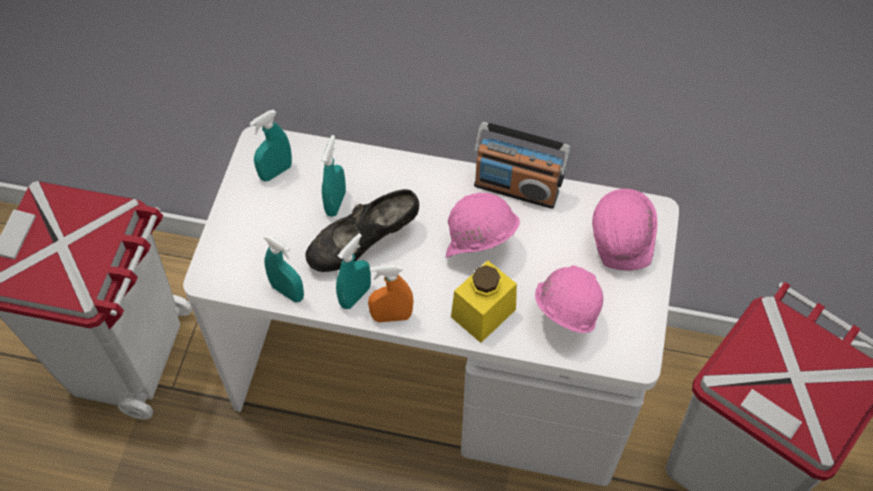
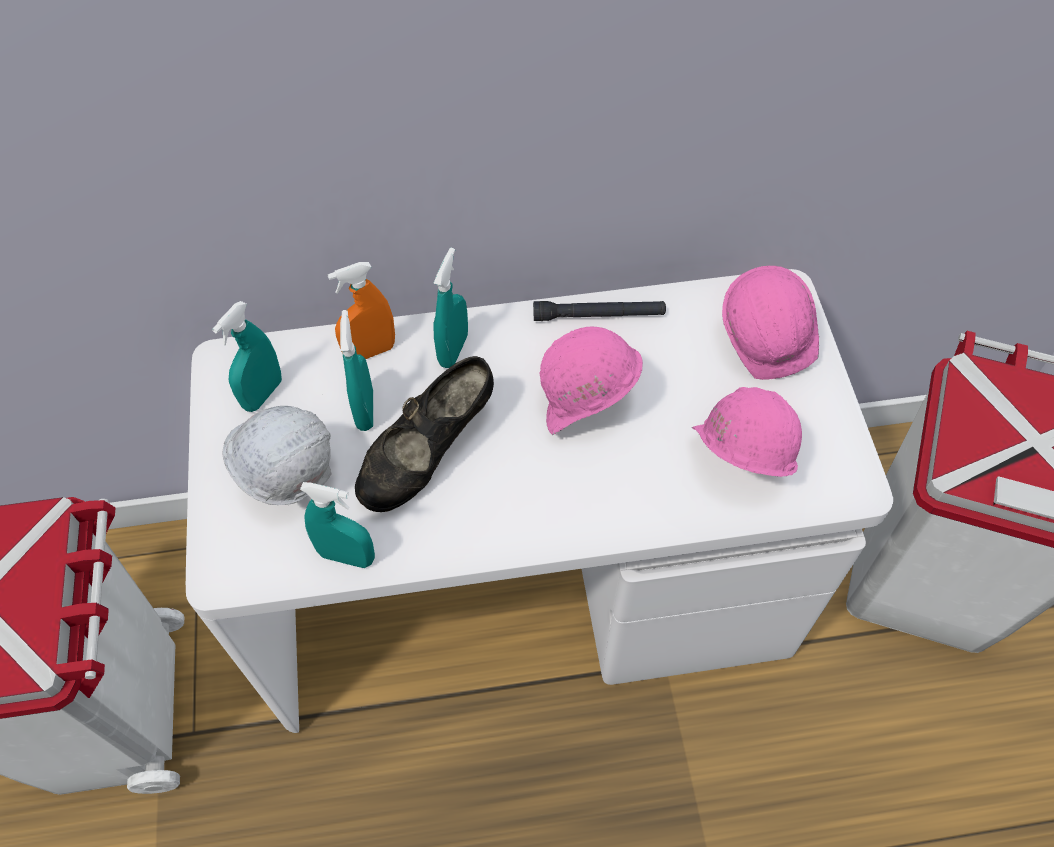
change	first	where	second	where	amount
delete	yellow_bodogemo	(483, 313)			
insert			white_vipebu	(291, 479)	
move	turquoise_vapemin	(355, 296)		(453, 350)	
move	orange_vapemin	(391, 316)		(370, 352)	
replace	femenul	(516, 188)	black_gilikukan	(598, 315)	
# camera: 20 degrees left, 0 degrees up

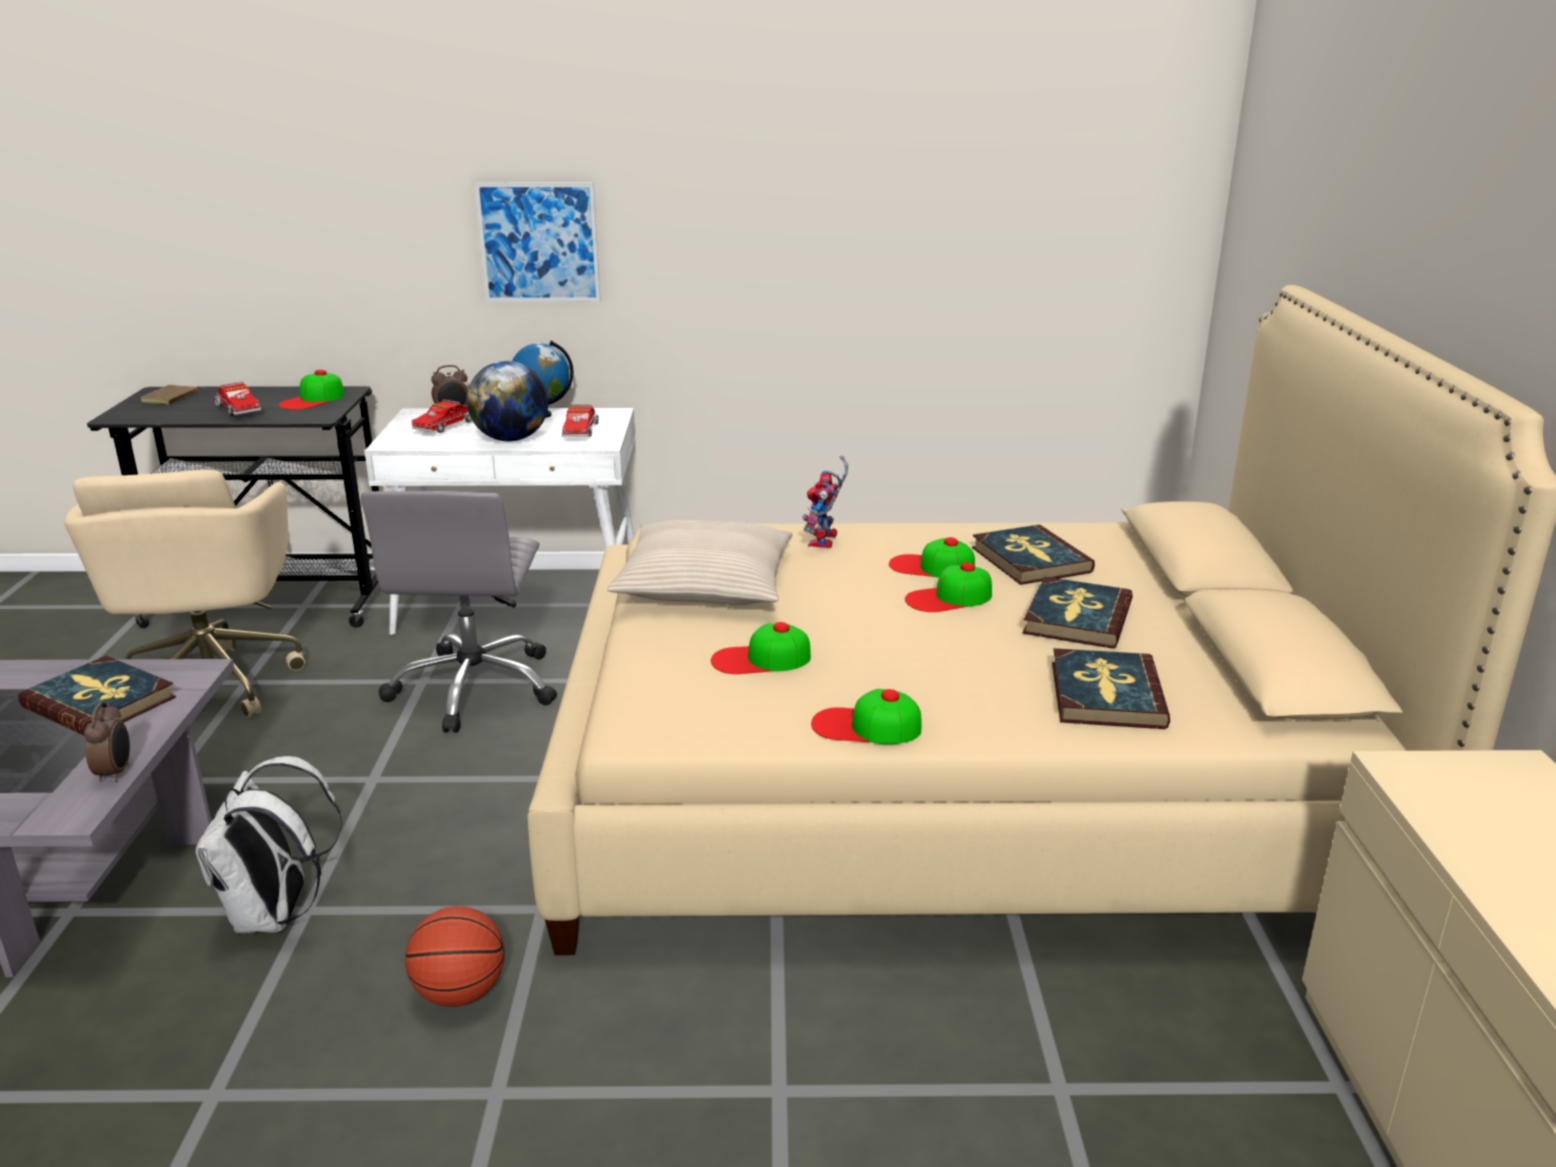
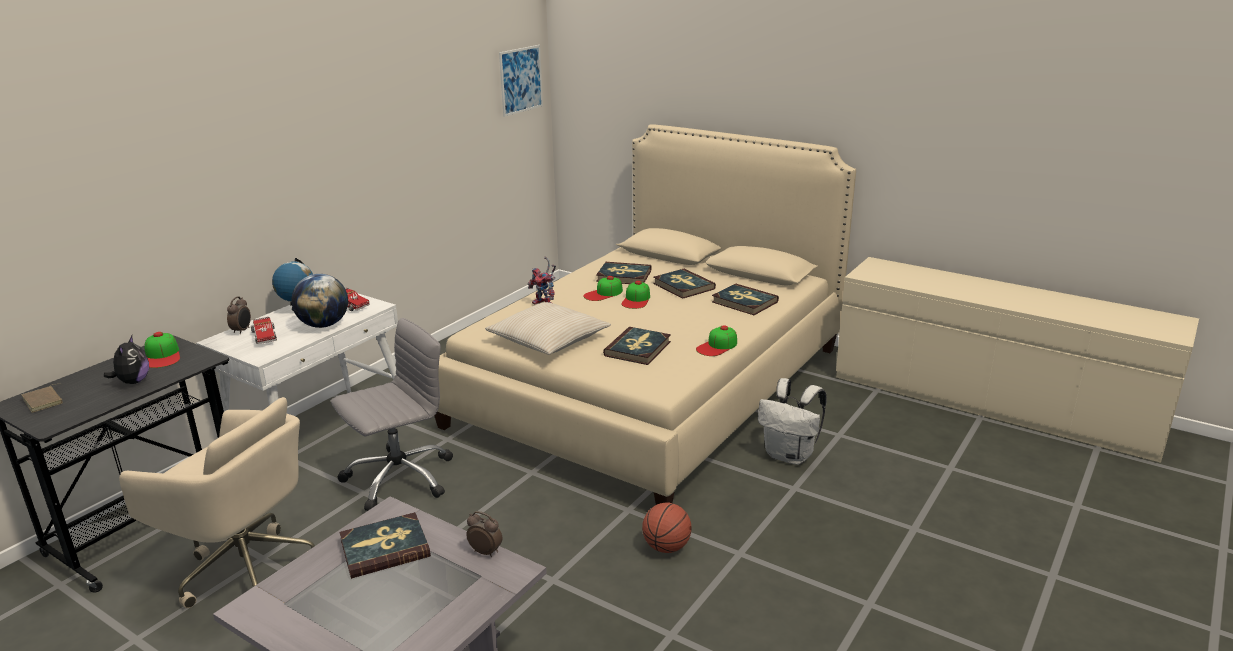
change	first	where	second	where	amount
move	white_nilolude	(276, 915)		(790, 455)	
move	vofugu	(539, 242)		(521, 80)	
replace	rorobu	(238, 410)	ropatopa	(133, 382)	
replace	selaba	(760, 659)	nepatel	(638, 349)	
rotate	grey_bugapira	(475, 688)		(399, 477)	75 degrees counterclockwise
# camera: 55 degrees left, 0 degrees up

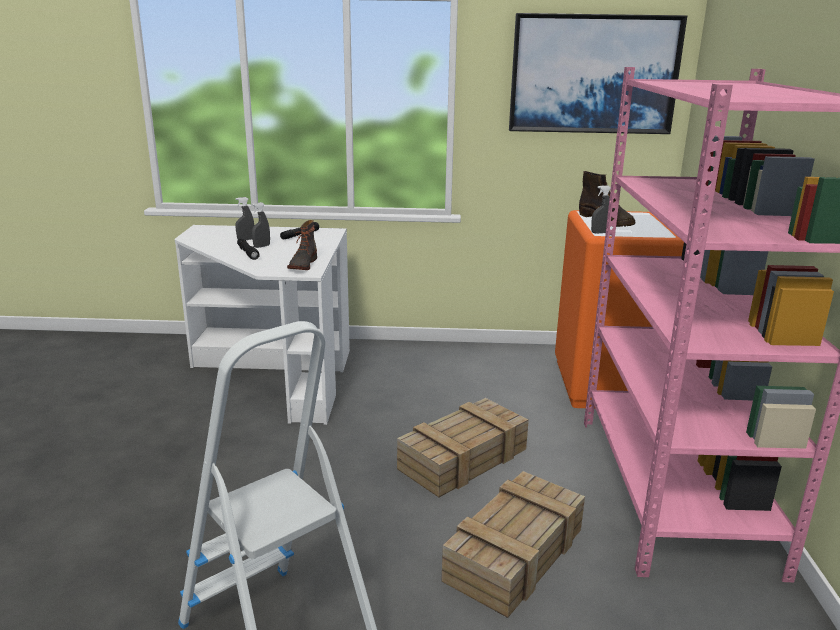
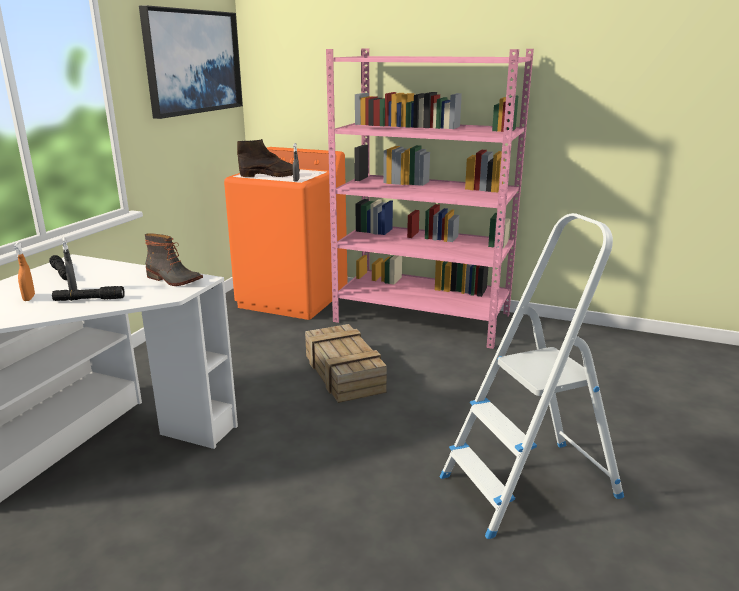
change	first	where	second	where	amount
delete	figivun	(514, 556)			
recolor	grey_vapemin	(246, 239)	orange_vapemin	(29, 298)	
# camera: 70 degrees left, 0 degrees up

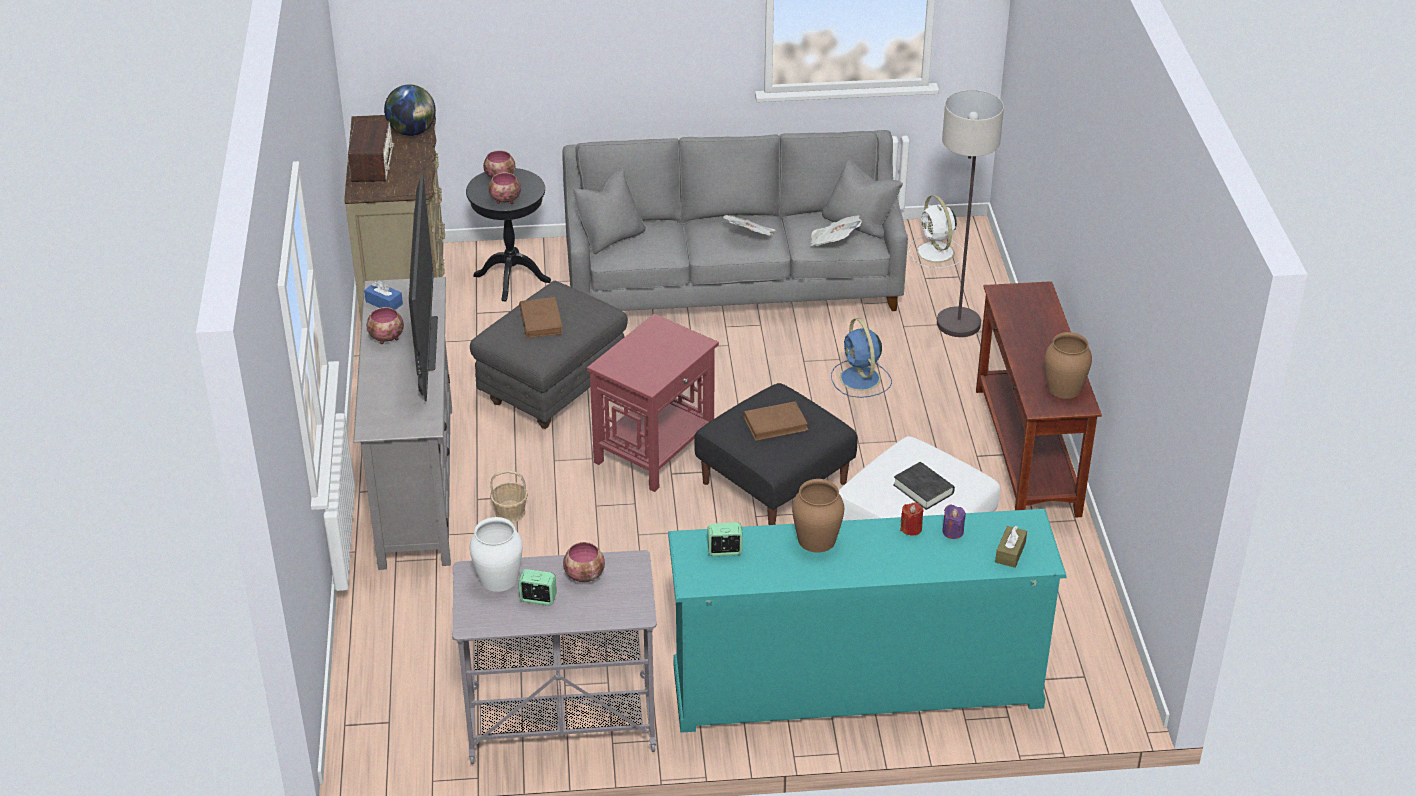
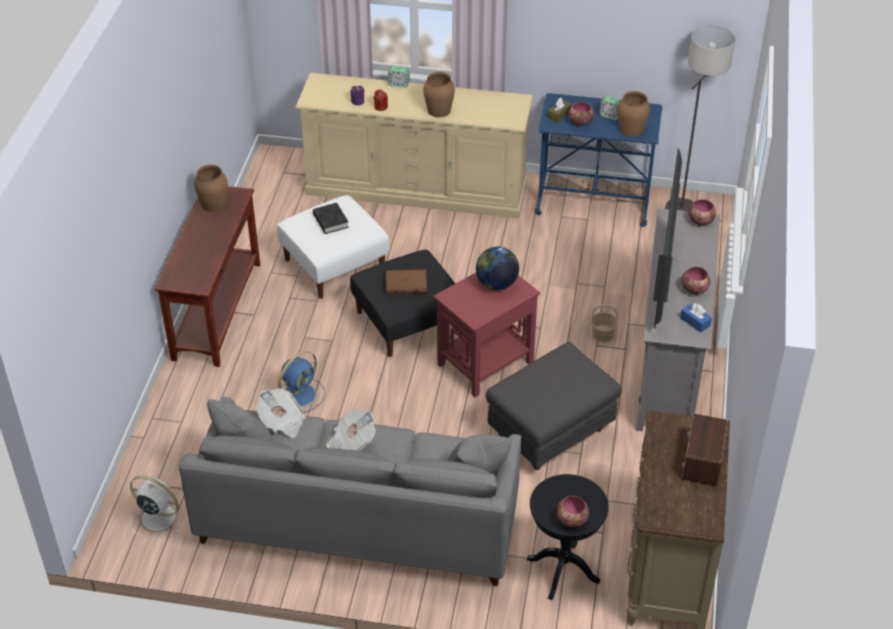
change	first	where	second	where	amount
delete	brown_nepatel	(541, 320)			
move	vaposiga	(412, 132)		(496, 284)	
move	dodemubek	(505, 200)		(701, 221)	
move	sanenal	(724, 551)		(398, 84)	
move	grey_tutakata	(955, 331)		(686, 206)	
move	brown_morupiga	(1010, 553)		(559, 115)	
recolor	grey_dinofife	(561, 720)	blue_dinofife	(593, 201)	
recolor	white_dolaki	(499, 578)	brown_dolaki	(631, 129)	
recolor	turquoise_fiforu	(855, 686)	beige_fiforu	(417, 189)	
rotate	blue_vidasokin	(860, 379)		(301, 394)	45 degrees clockwise
rotate	white_vidasokin	(936, 253)		(157, 517)	60 degrees counterclockwise
# camera: 165 degrees left, 5 degrees up

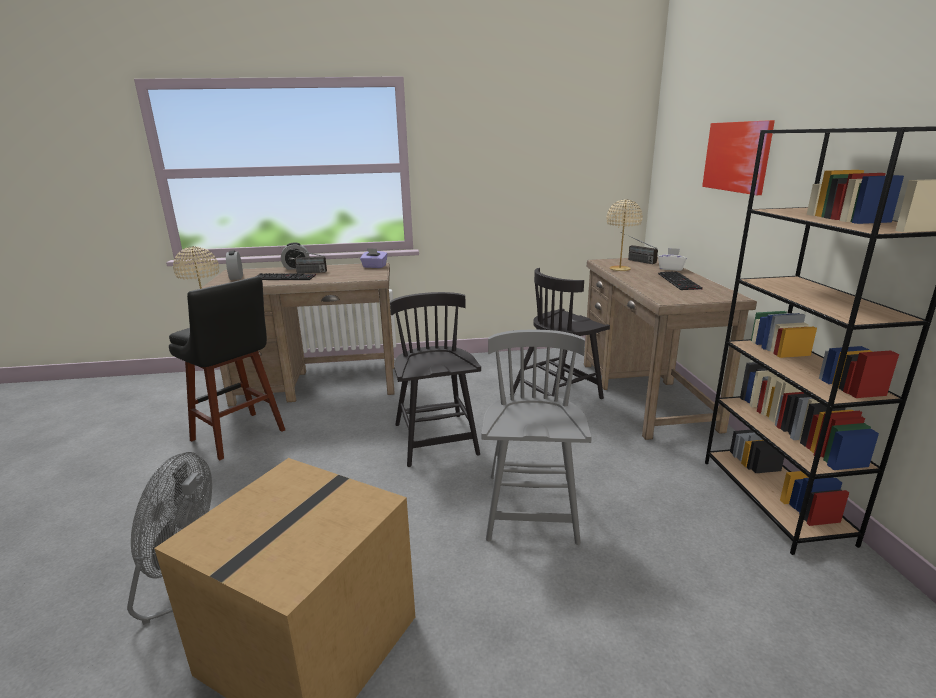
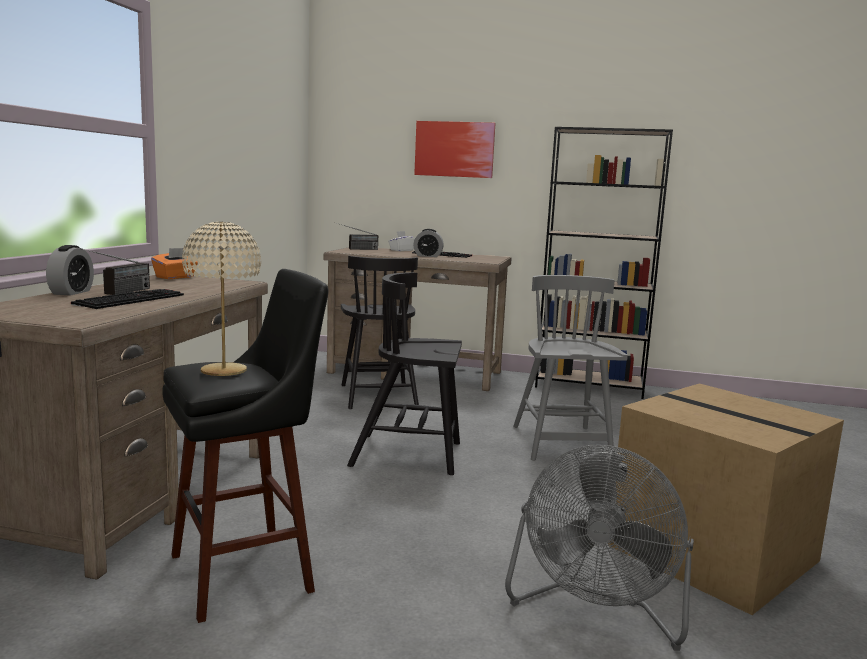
change	first	where	second	where	amount
delete	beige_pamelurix	(619, 269)			
move	sanenal	(236, 277)		(428, 256)	
recolor	purple_morupiga	(374, 266)	orange_morupiga	(175, 277)	
rotate	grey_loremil	(531, 509)		(561, 444)	60 degrees clockwise
# camera: 70 degrees left, 10 degrees down

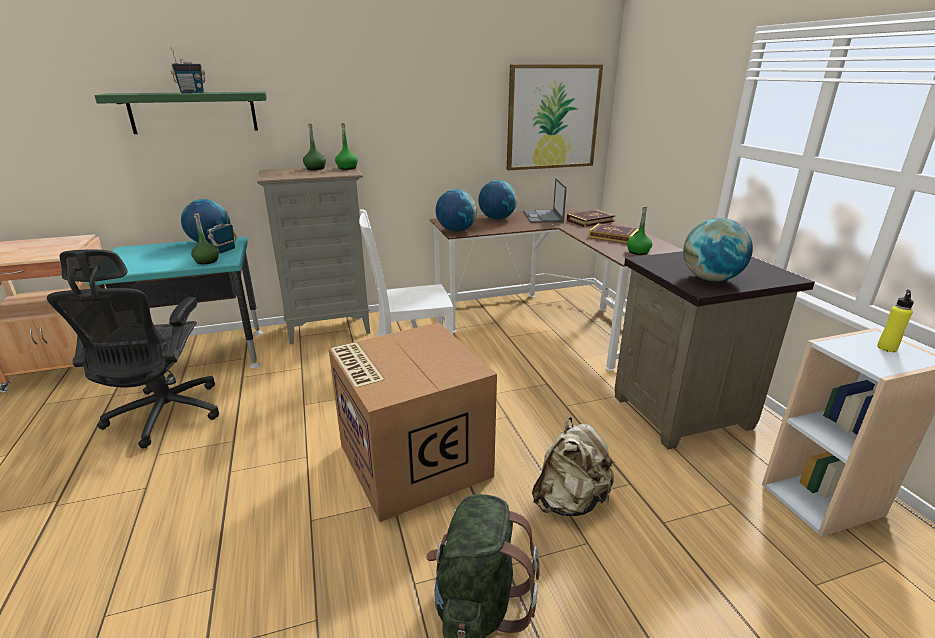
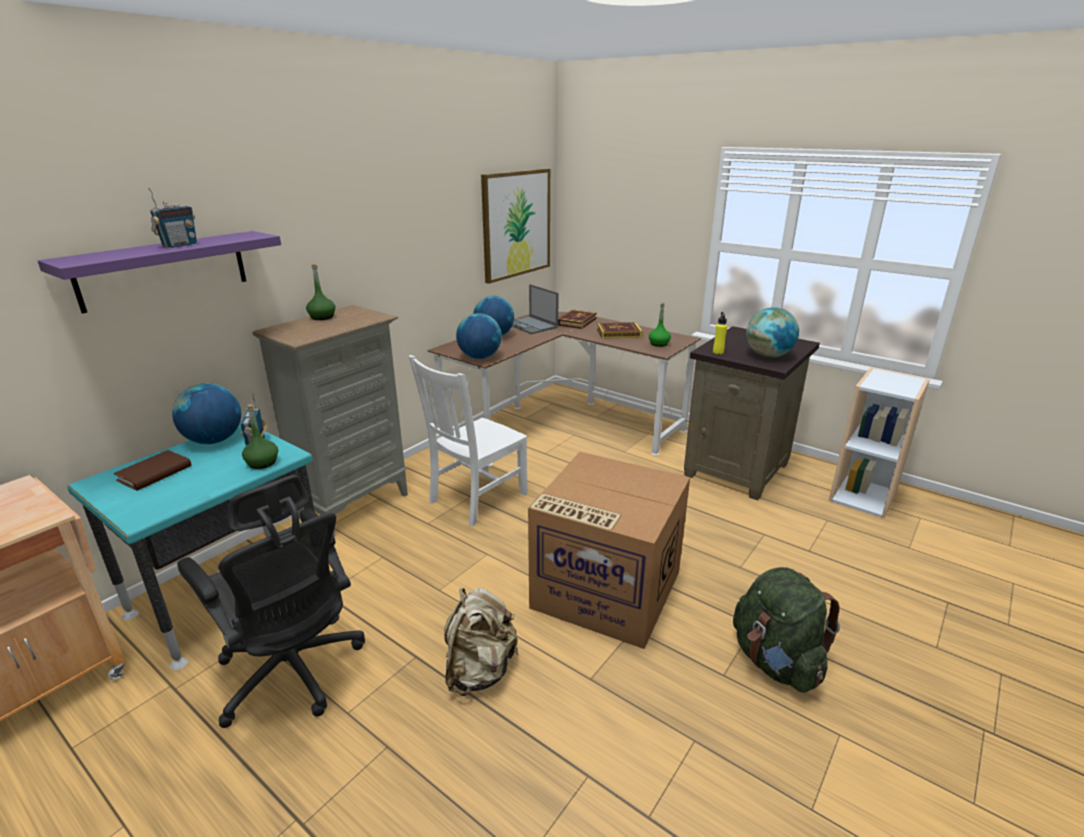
change	first	where	second	where	amount
delete	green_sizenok	(347, 168)			
insert			brown_nepatel	(154, 473)	
move	beige_nilolude	(570, 501)		(479, 671)	
move	yellow_sizenok	(887, 348)		(718, 352)	
recolor	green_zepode	(193, 112)	purple_zepode	(164, 270)	
# camera: 35 degrees left, 0 degrees up

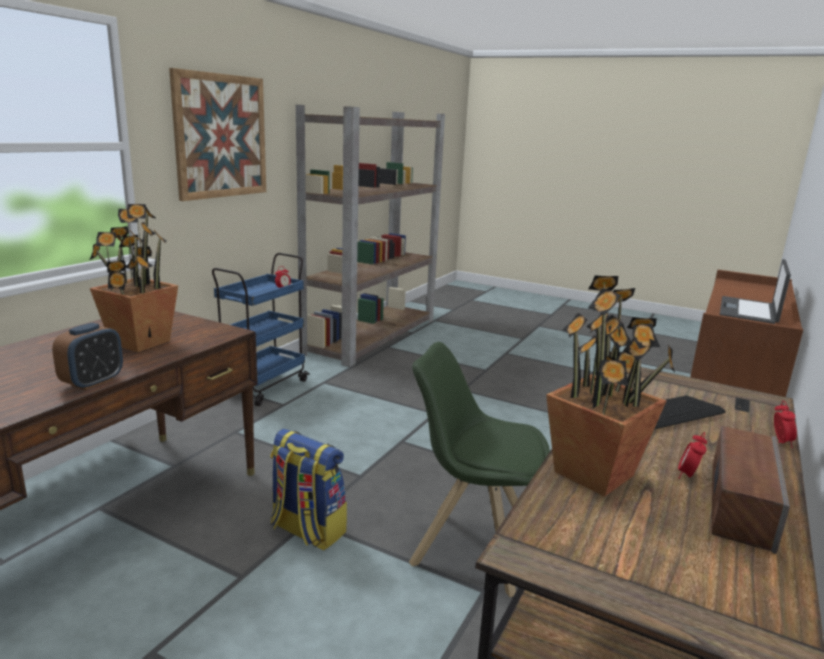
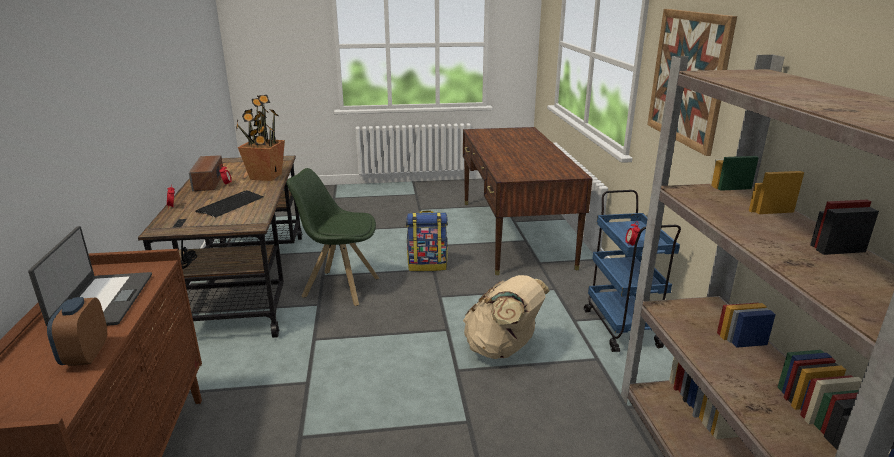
change	first	where	second	where	amount
delete	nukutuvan	(139, 342)			
insert			beige_nilolude	(502, 349)	
move	sanenal	(92, 382)		(86, 355)	
rotate	green_loremil	(472, 549)		(340, 287)	150 degrees counterclockwise
# camera: 145 degrees right, 5 degrees up

